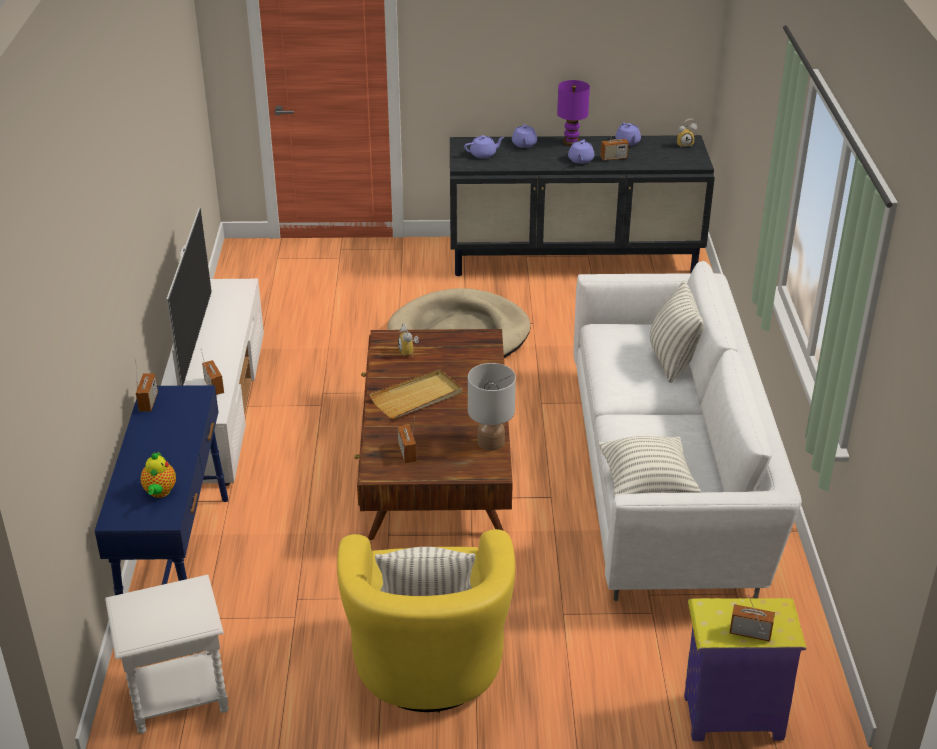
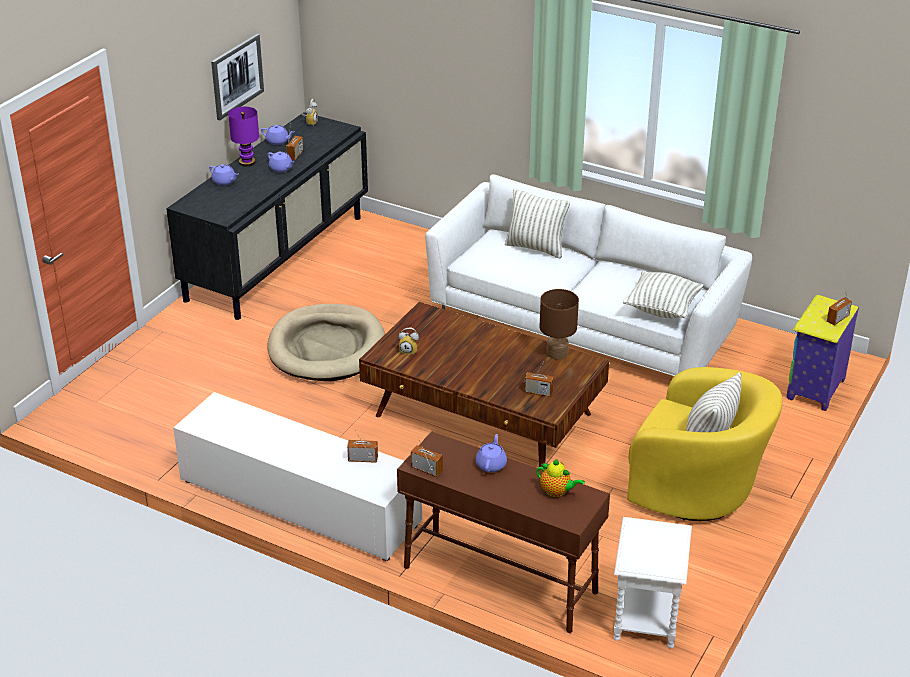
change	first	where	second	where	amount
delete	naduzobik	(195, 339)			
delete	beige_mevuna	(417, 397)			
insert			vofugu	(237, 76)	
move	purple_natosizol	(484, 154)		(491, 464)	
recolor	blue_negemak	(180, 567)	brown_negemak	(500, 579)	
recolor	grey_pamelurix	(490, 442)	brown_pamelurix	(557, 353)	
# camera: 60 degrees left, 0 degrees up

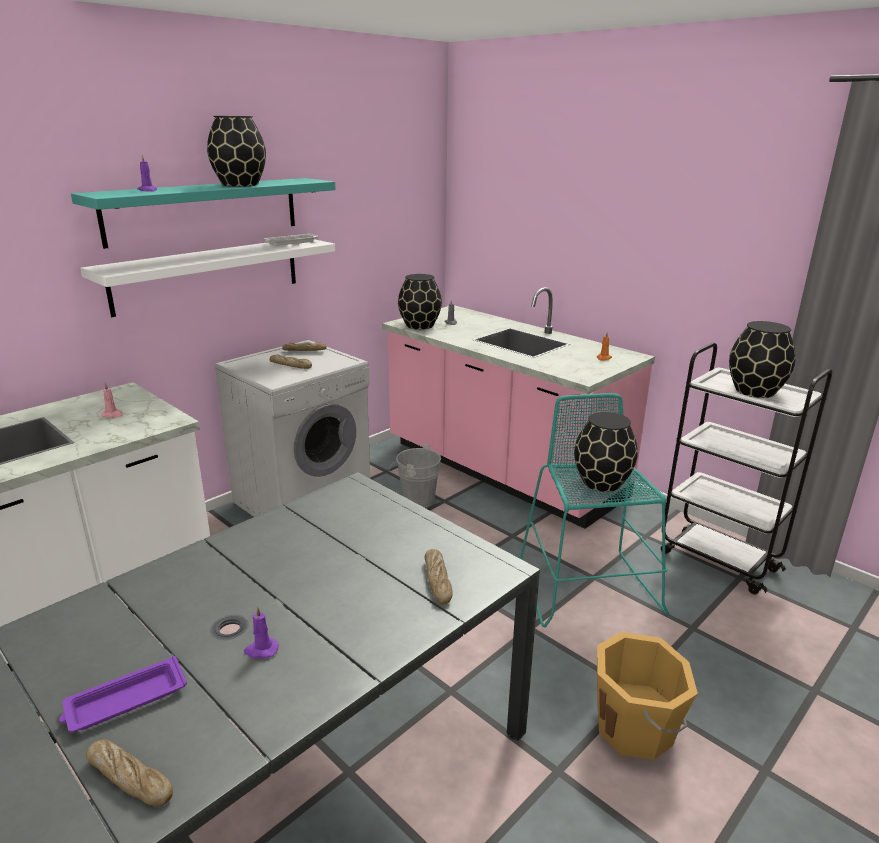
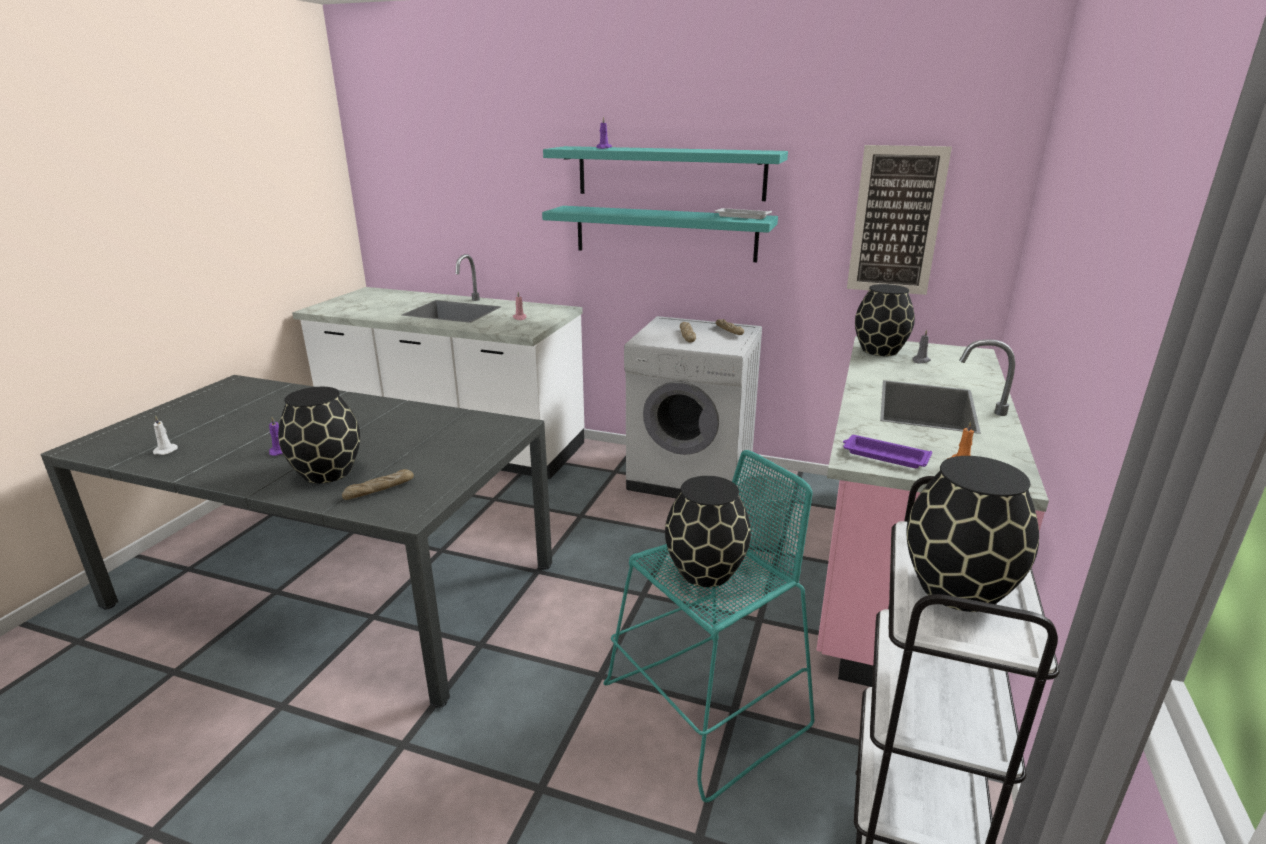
change	first	where	second	where	amount
delete	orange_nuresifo	(636, 728)			
insert			vofugu	(896, 221)	
move	purple_mevuna	(124, 701)		(884, 456)	
move	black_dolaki	(239, 185)		(326, 472)	
replace	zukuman	(130, 778)	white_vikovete	(167, 450)	
recolor	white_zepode	(208, 274)	turquoise_zepode	(665, 233)	
# camera: 65 degrees right, 0 degrees up

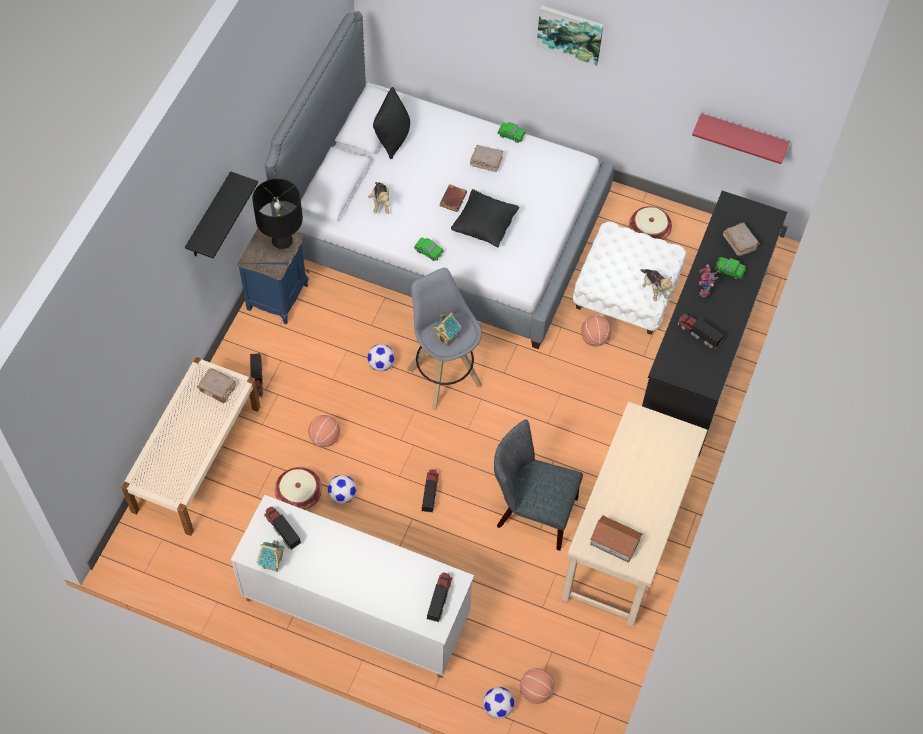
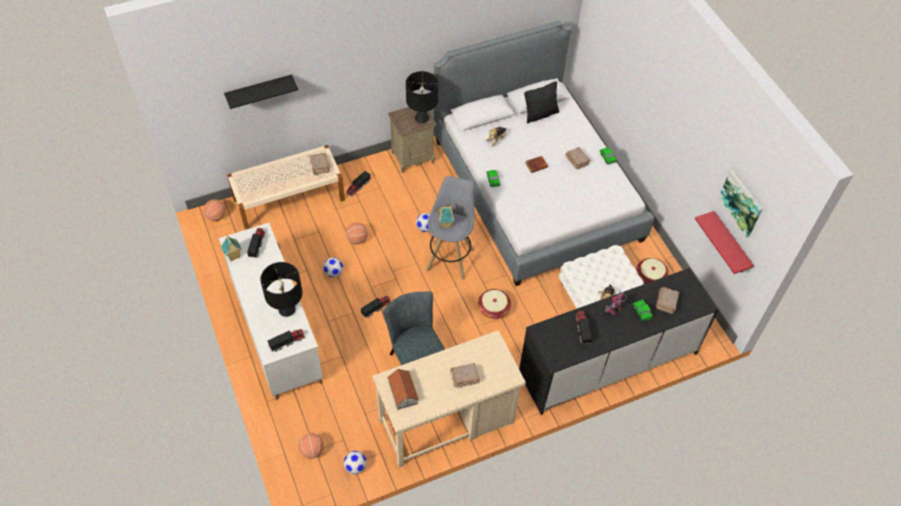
change	first	where	second	where	amount
delete	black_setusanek	(484, 226)			
insert			black_pamelurix	(287, 310)	
insert			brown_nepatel	(464, 378)	
move	black_zepode	(209, 218)		(259, 91)	
move	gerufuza	(299, 495)		(493, 309)	
move	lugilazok	(498, 707)		(355, 466)	
move	vofugu	(570, 33)		(741, 203)	
move	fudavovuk	(594, 338)		(216, 216)	
recolor	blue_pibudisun	(278, 297)	beige_pibudisun	(413, 158)	
# camera: 45 degrees right, 5 degrees down

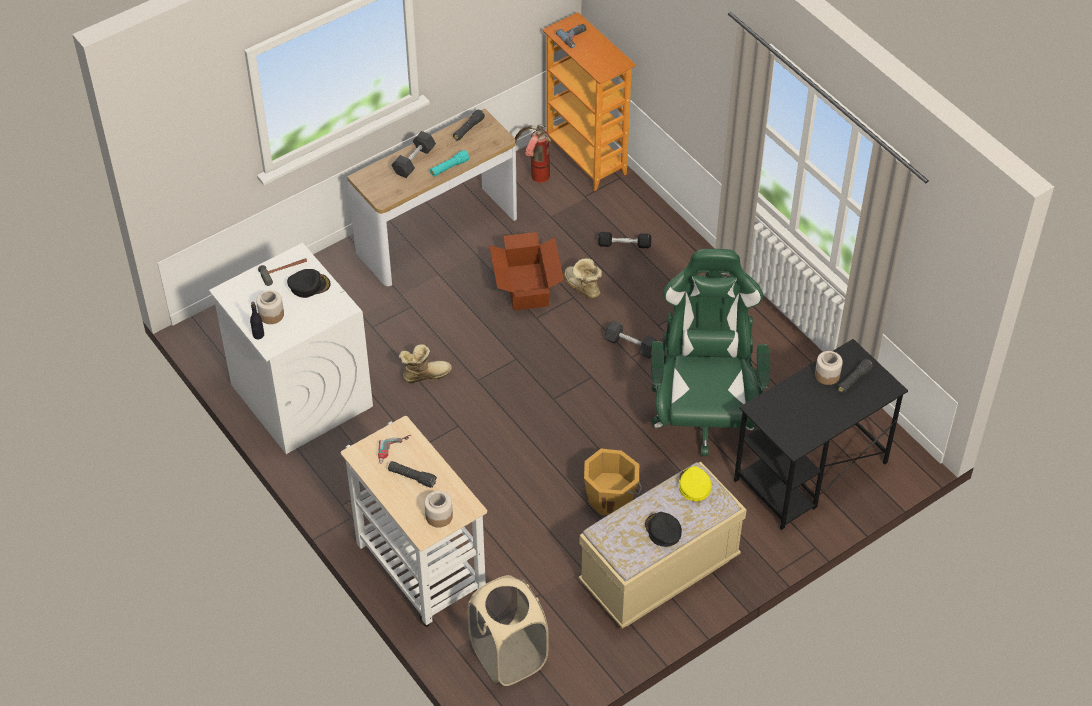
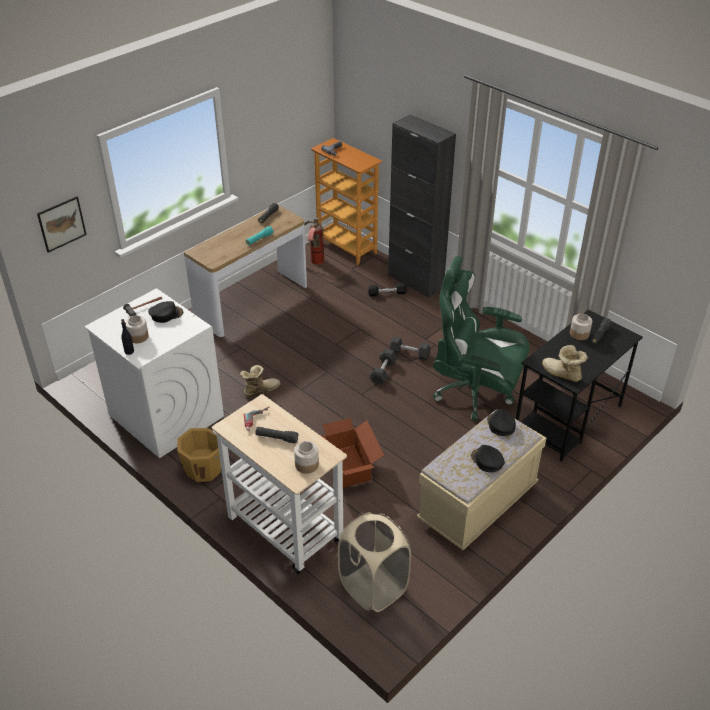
change	first	where	second	where	amount
insert			vofugu	(61, 224)	
insert			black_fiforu	(415, 281)	
move	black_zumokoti	(414, 161)		(383, 372)	
move	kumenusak	(526, 287)		(347, 466)	
move	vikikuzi	(582, 287)		(561, 374)	
move	orange_nuresifo	(611, 497)		(204, 468)	
recolor	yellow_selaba	(694, 485)	black_selaba	(500, 425)	
rotate	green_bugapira	(704, 419)		(477, 394)	60 degrees counterclockwise
# camera: 10 degrees left, 10 degrees down

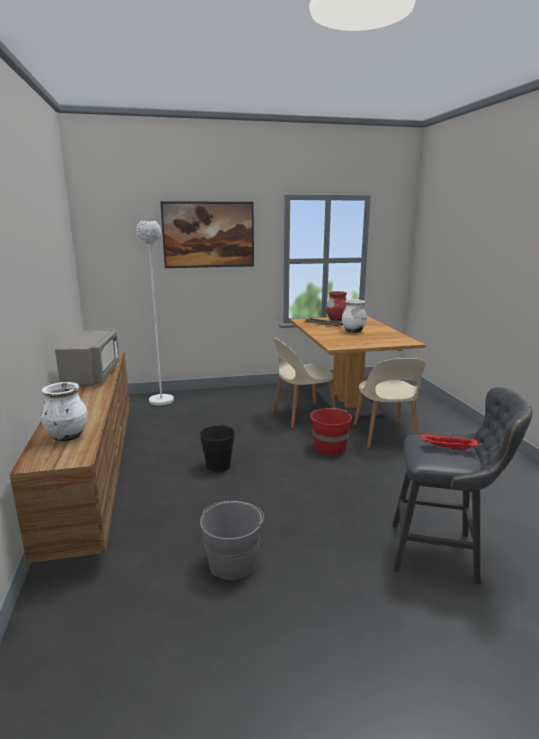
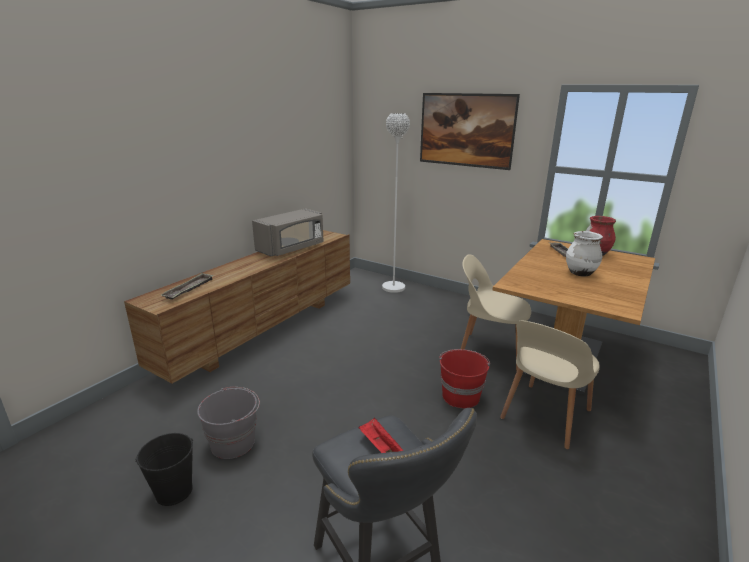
change	first	where	second	where	amount
move	black_nuresifo	(218, 466)		(174, 491)	
replace	white_dolaki	(67, 436)	mevuna	(189, 289)	
# camera: 45 degrees right, 5 degrees up

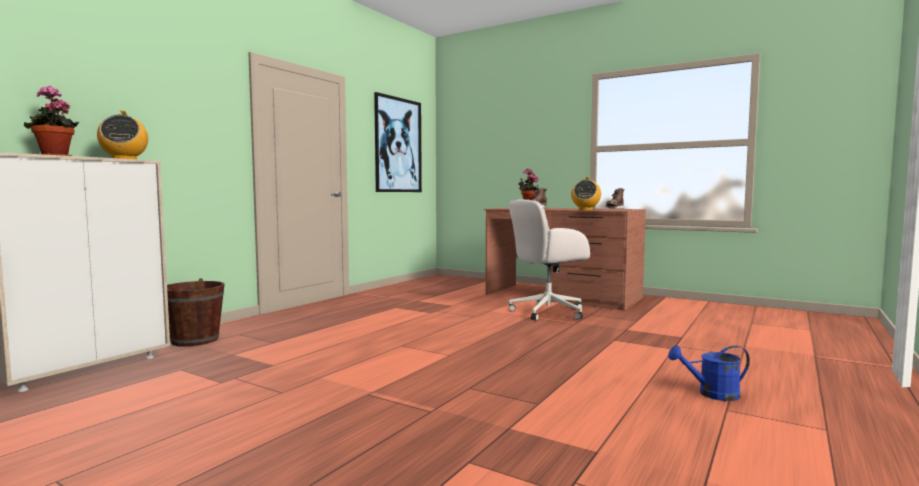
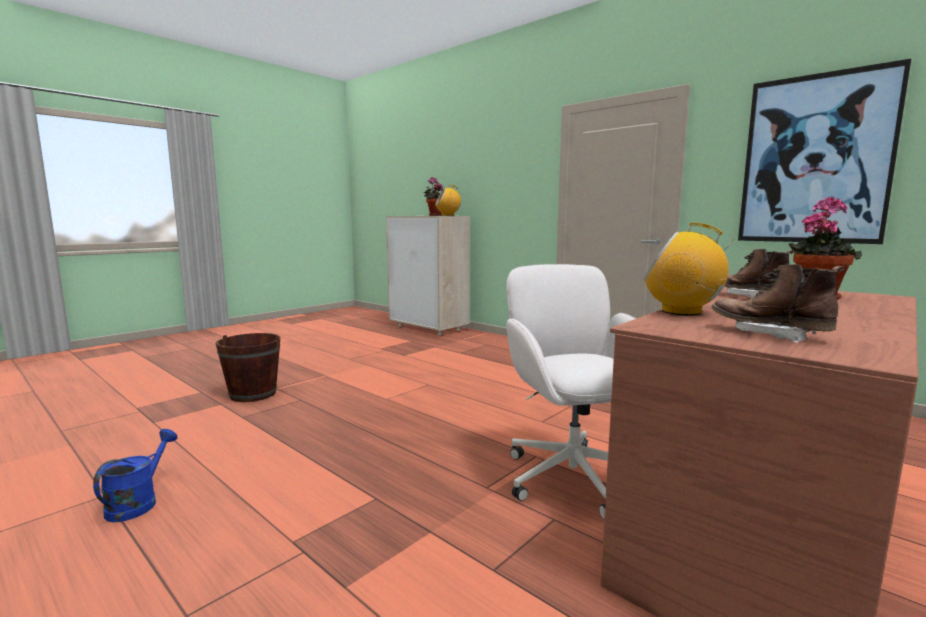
change	first	where	second	where	amount
move	brown_nuresifo	(195, 340)		(253, 394)	
# camera: 100 degrees right, 5 degrees up

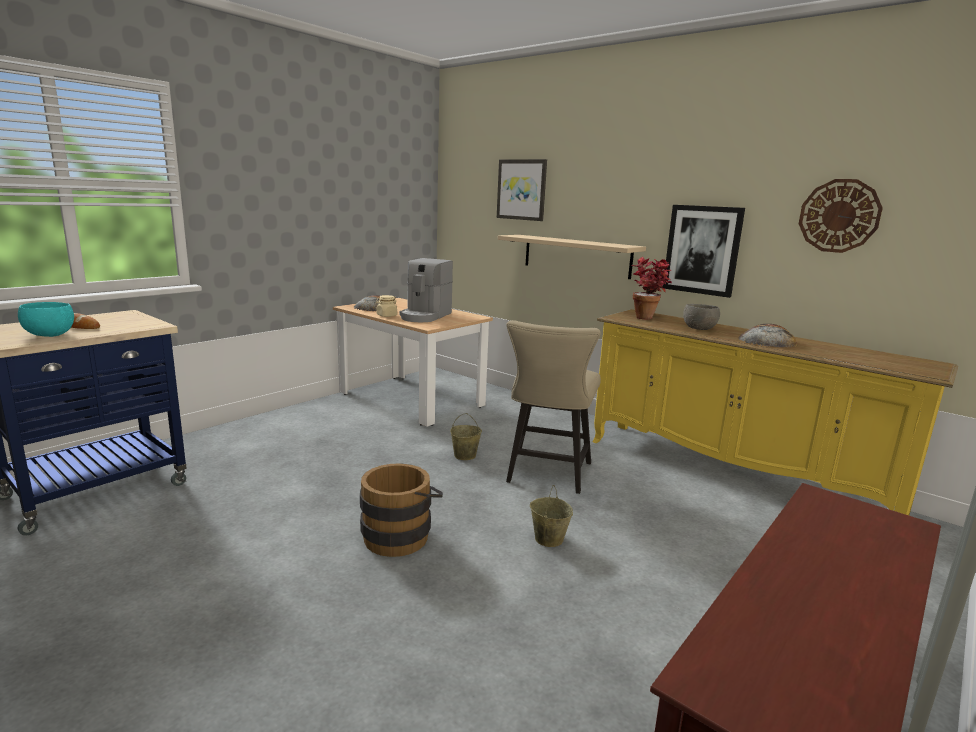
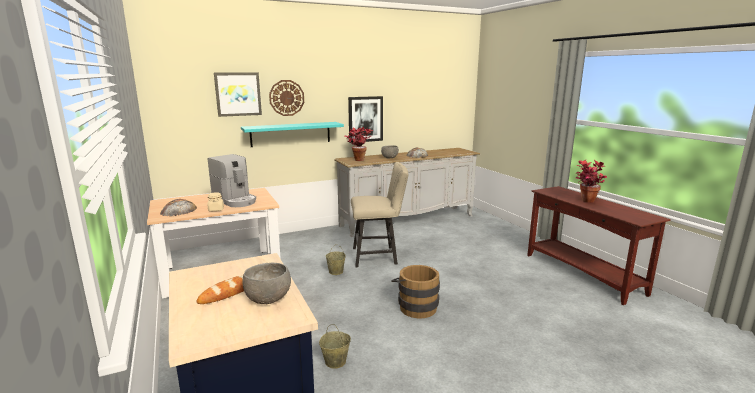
change	first	where	second	where	amount
insert			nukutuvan	(585, 202)	
move	beige_nuresifo	(548, 538)		(335, 362)	
move	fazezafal	(839, 216)		(286, 98)	
recolor	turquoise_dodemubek	(50, 335)	grey_dodemubek	(269, 299)	
recolor	beige_zepode	(576, 256)	turquoise_zepode	(291, 134)	
recolor	yellow_fiforu	(732, 475)	grey_fiforu	(408, 221)	
rotate	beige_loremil	(547, 475)		(378, 256)	45 degrees counterclockwise
# camera: 65 degrees left, 0 degrees up

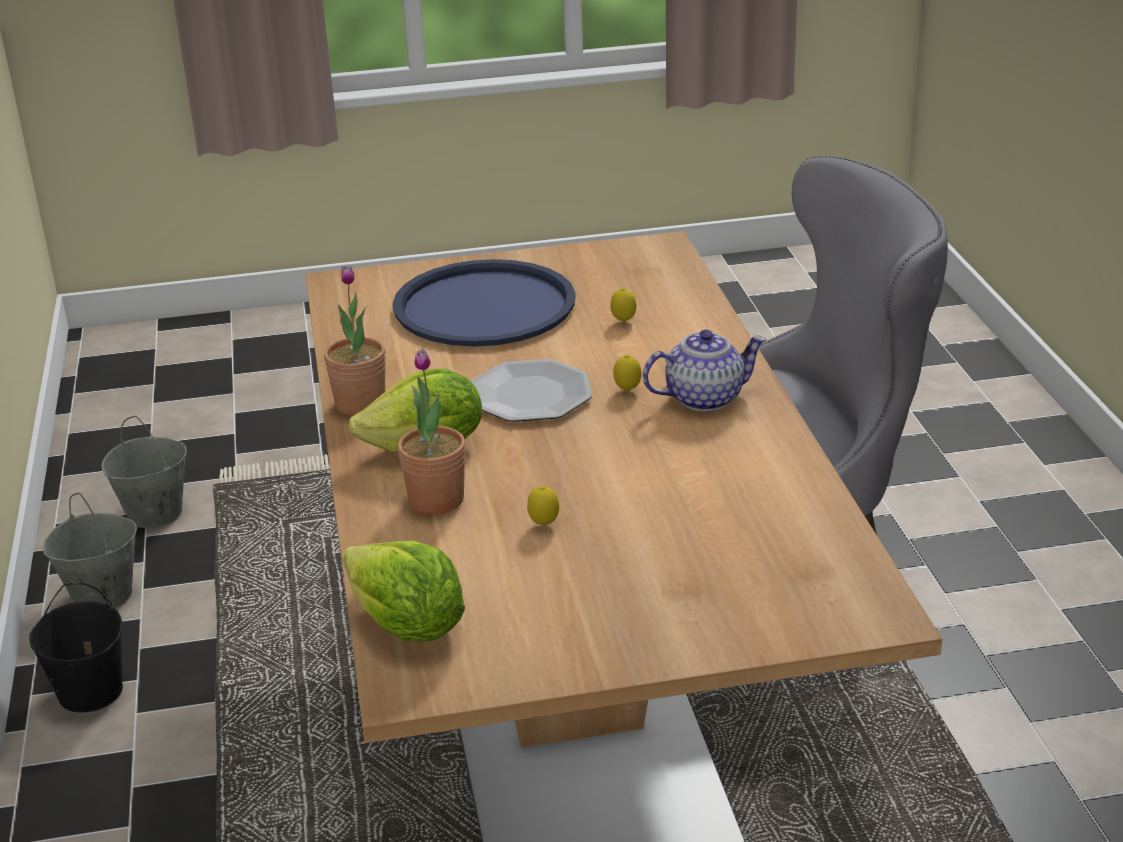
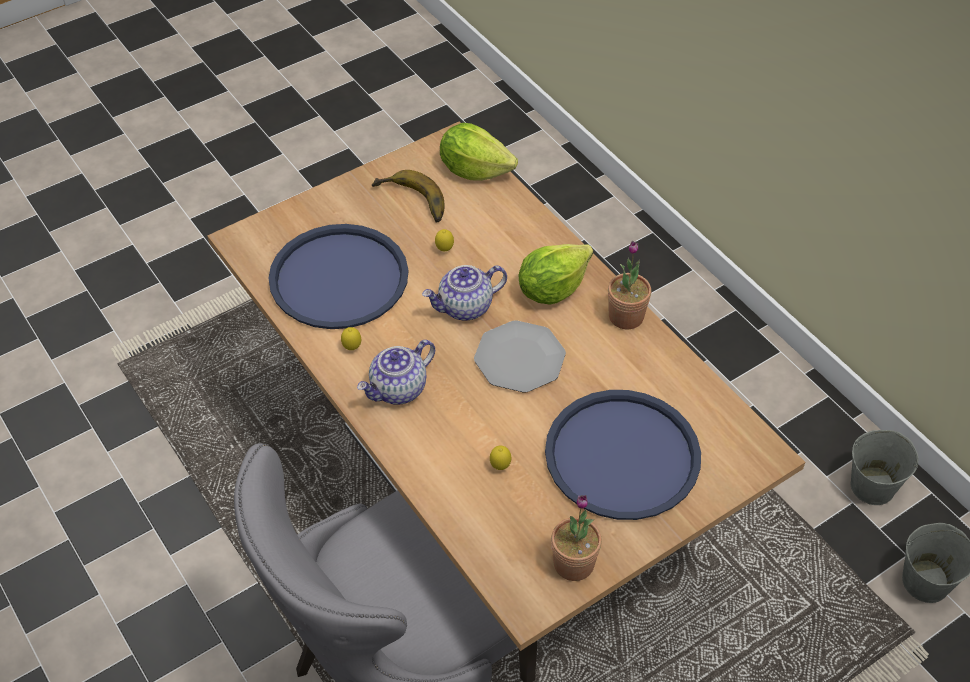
change	first	where	second	where	amount
delete	black_nuresifo	(89, 692)			
insert			blue_mevuna	(338, 278)	
insert			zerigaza	(410, 203)	
insert			natosizol	(465, 307)	
move	nukutuvan	(436, 499)		(573, 563)	
move	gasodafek	(627, 390)		(352, 348)	
# camera: 155 degrees right, 20 degrees up

